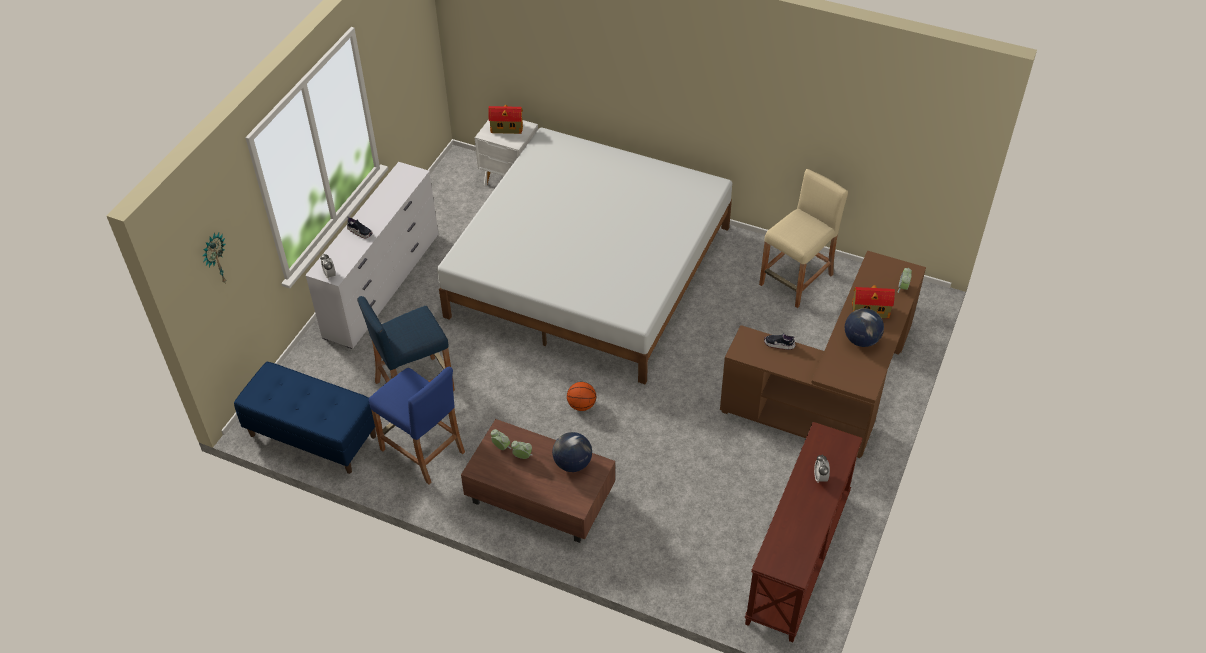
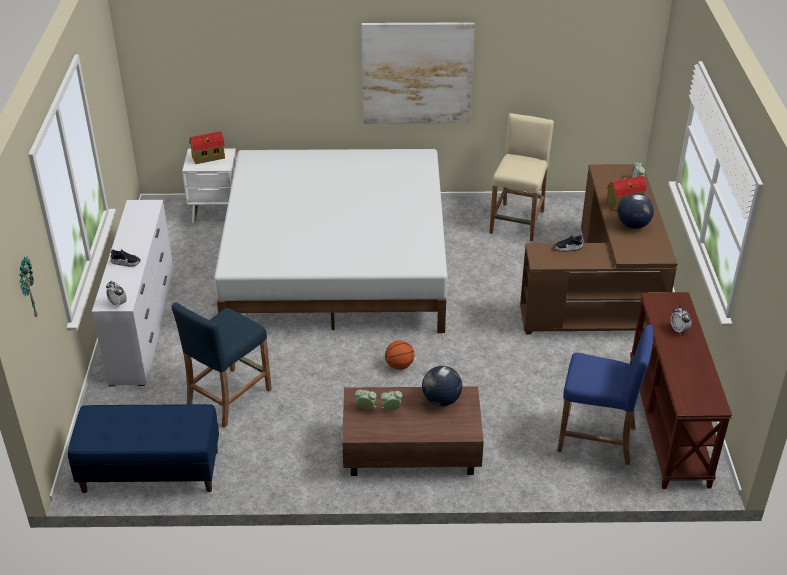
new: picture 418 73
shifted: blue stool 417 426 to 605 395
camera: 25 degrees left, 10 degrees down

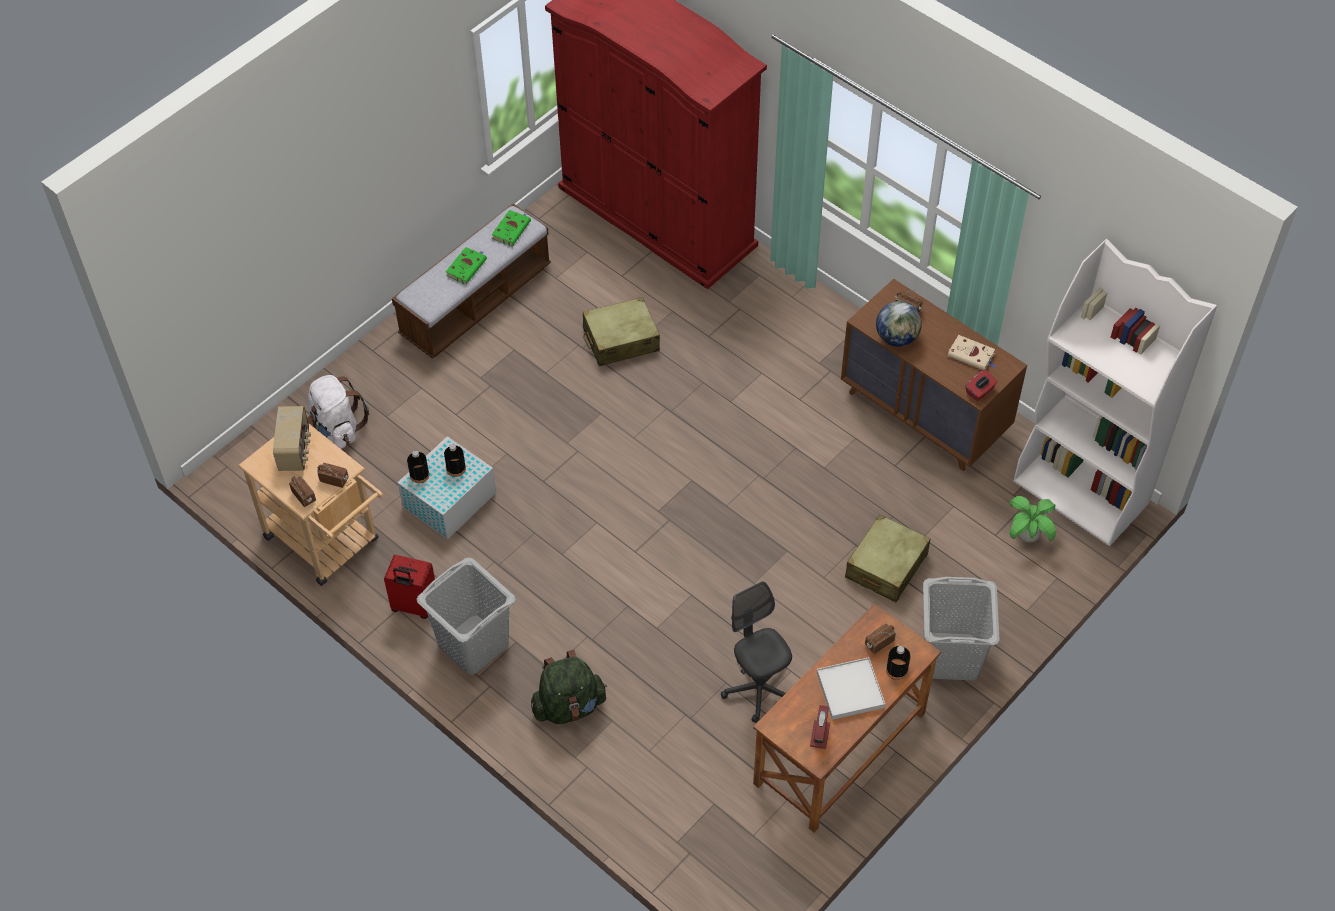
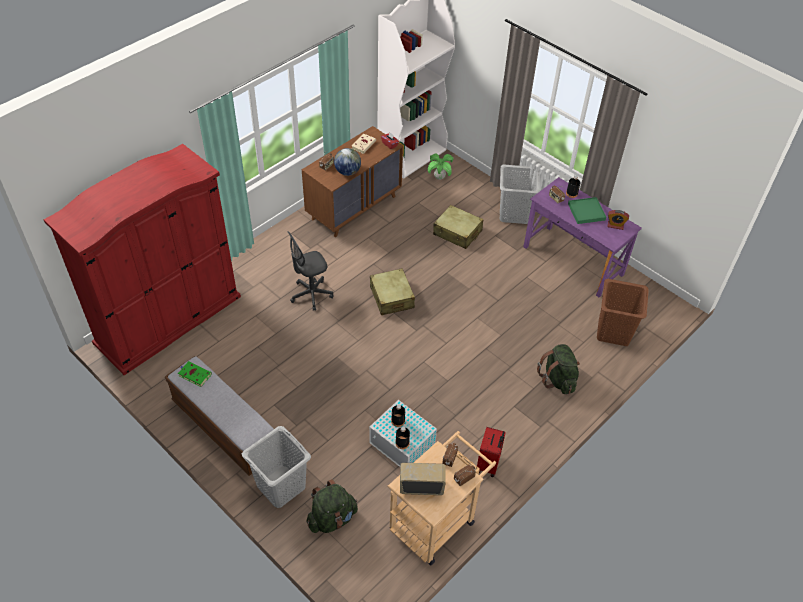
gone: green book 466 265
new: brown laundry basket 623 312
shifted: beige suitcase 621 331 to 392 291; grey laundry basket 466 616 to 276 467; grey office chair 756 652 to 310 271
repainted: white backpack 338 412 to green backpack 332 506; brown desk 847 717 to purple desk 582 237; white tray 851 688 to green tray 587 210
camera: 90 degrees left, 5 degrees down

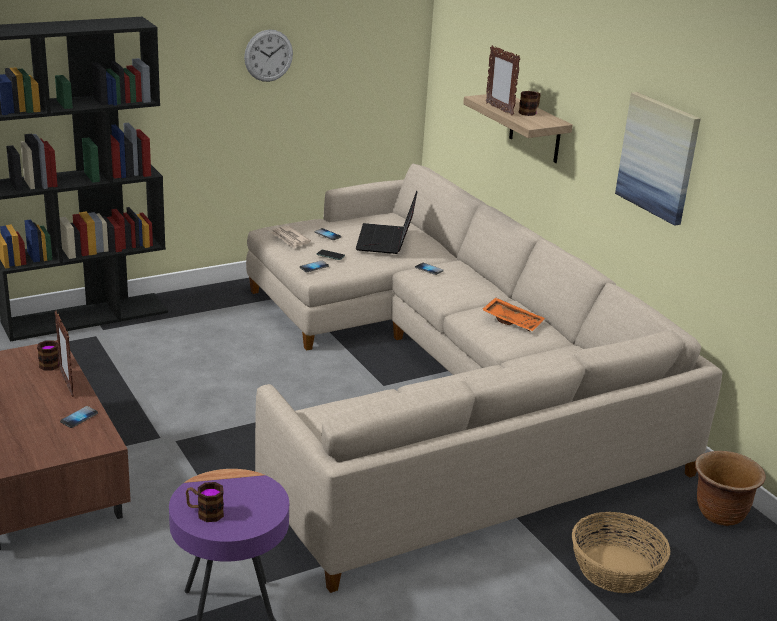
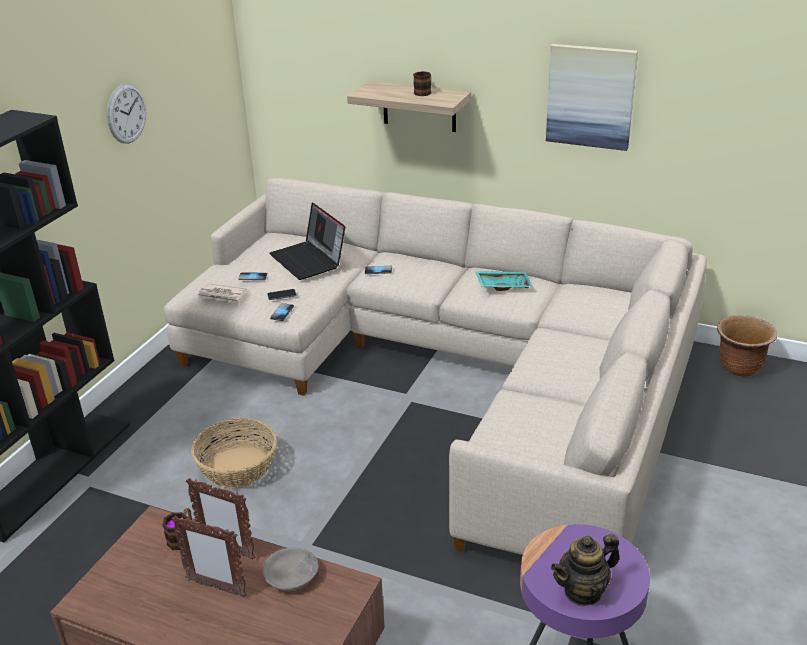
shifted: picture frame 503 80 to 209 556; basket 621 552 to 234 453
swapped: phone 79 417 to grey bowl 290 569; mug 205 502 to teapot 585 570
repainted: orange tray 513 314 to turquoise tray 504 281
camera: 35 degrees left, 5 degrees up

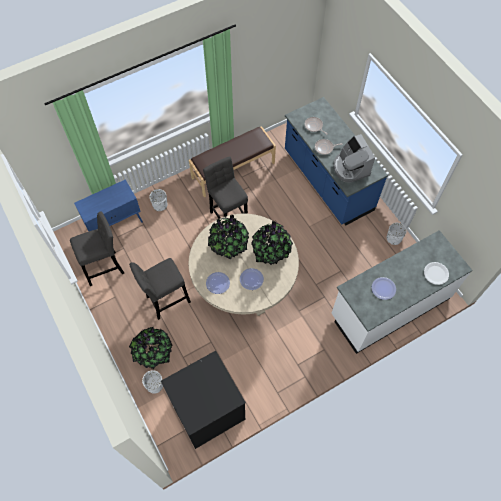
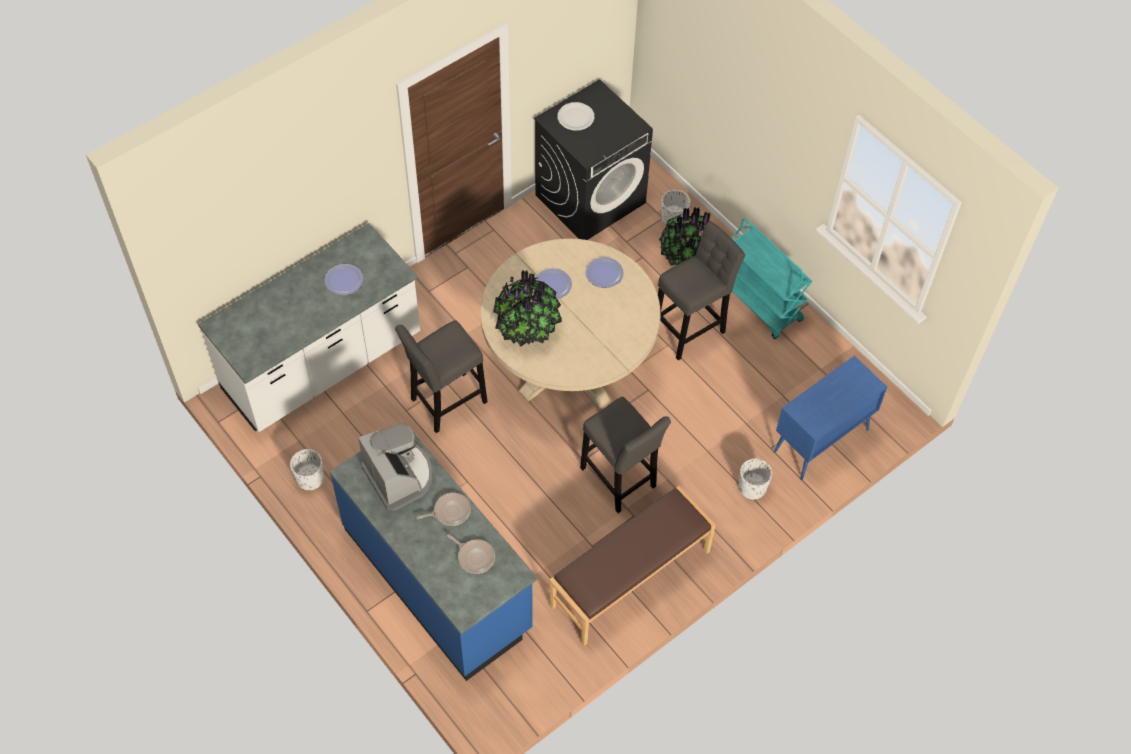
gone: potted plant 228 236
new: turquoise cart 771 278
shifted: grey stool 97 248 to 441 376; white plate 436 273 to 575 116
camera: 170 degrees right, 5 degrees down

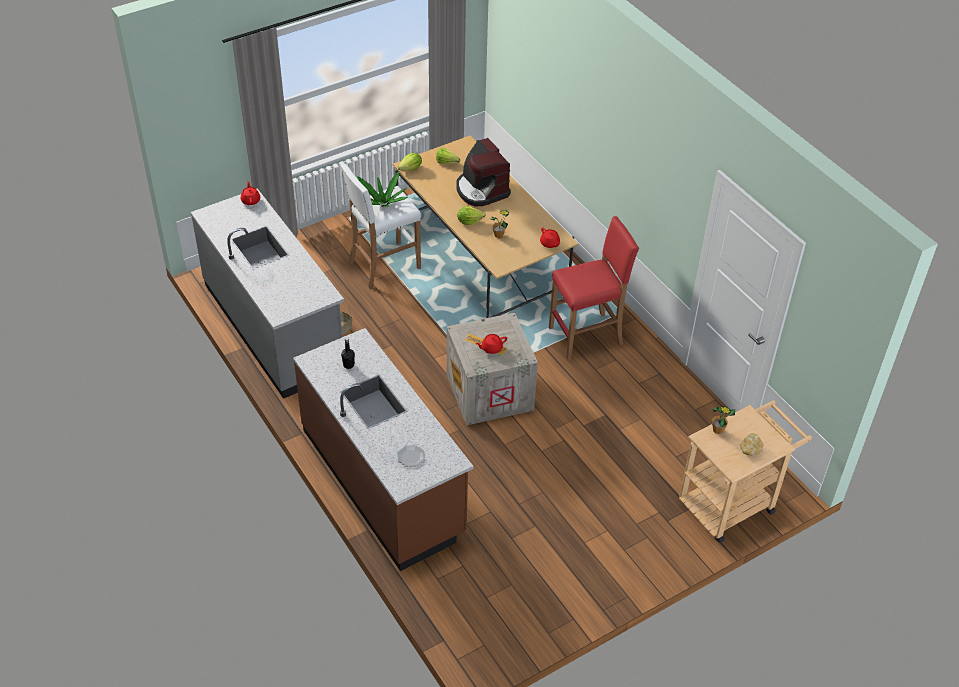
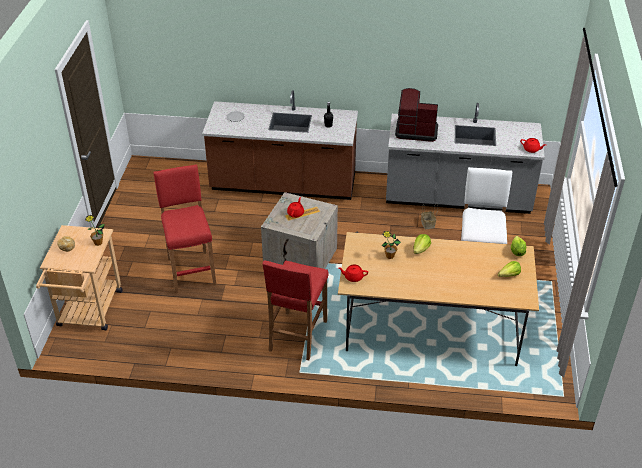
gone: potted plant 382 189
new: red stool 184 228
shifted: coffee machine 483 172 to 416 115
camera: 130 degrees right, 5 degrees down

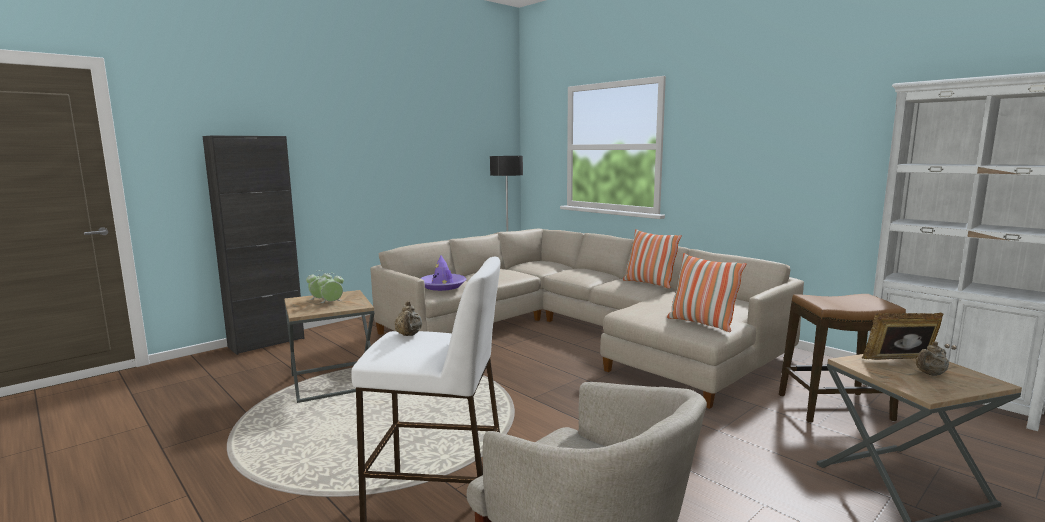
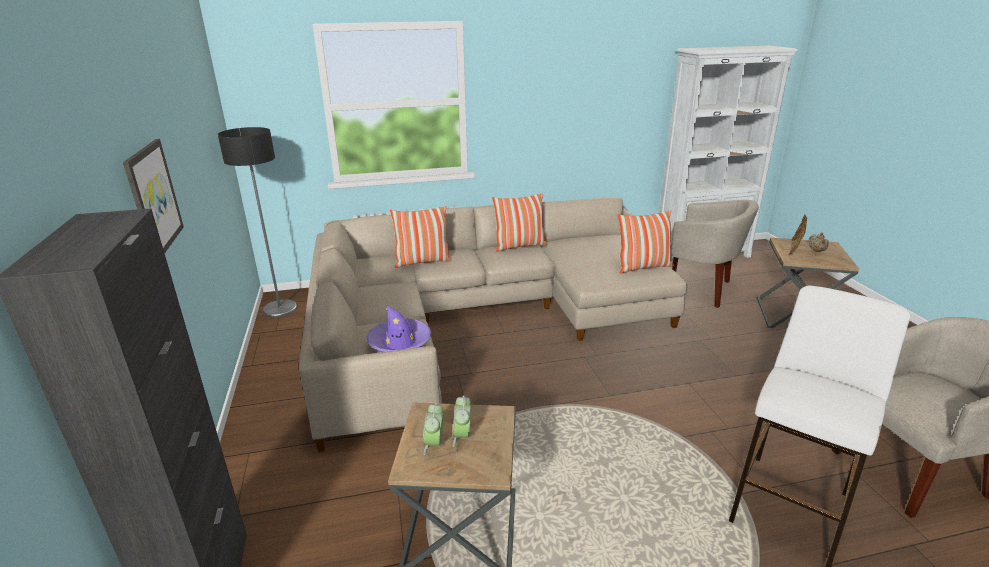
gone: beige teapot 408 318
new: picture 153 196; pillow 421 237
swapped: stool 842 358 to beige armchair 714 254
camera: 60 degrees left, 15 degrees up

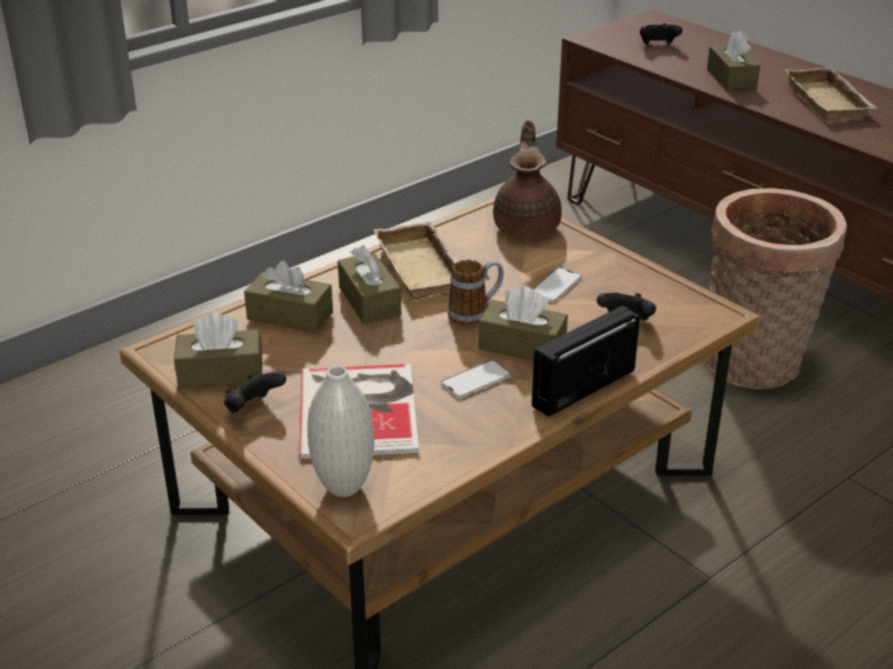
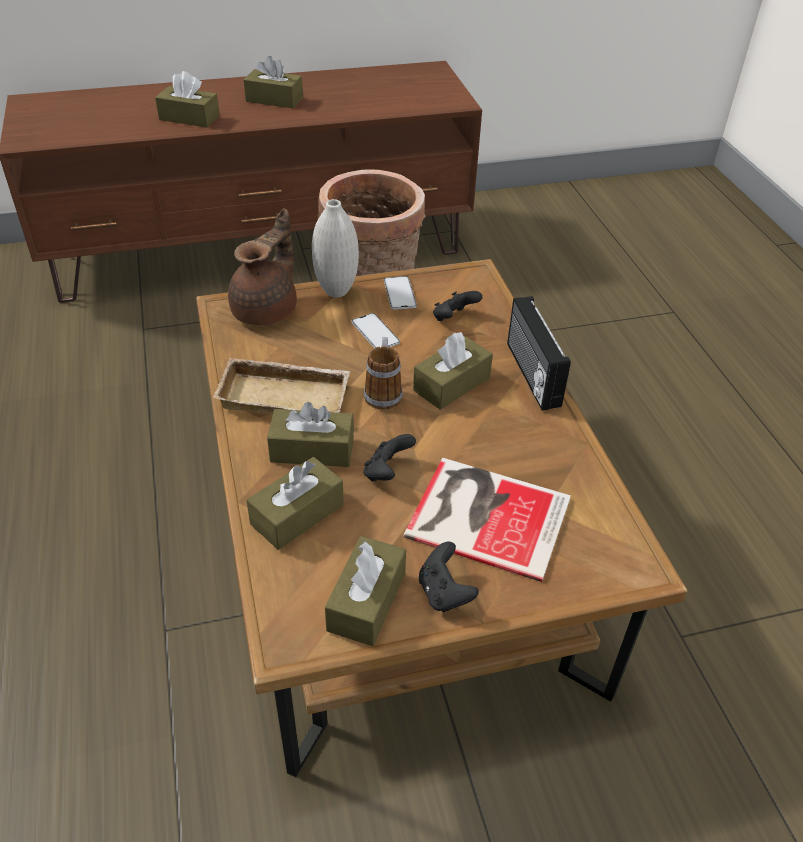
shifted: black game controller 661 33 to 390 458; phone 476 379 to 400 293; white vase 340 431 to 335 248
swapped: beige tray 831 94 to brown tissue box 273 82
rotated: brown teapot 527 178 = 262 266 90 degrees clockwise
camera: 65 degrees left, 10 degrees up

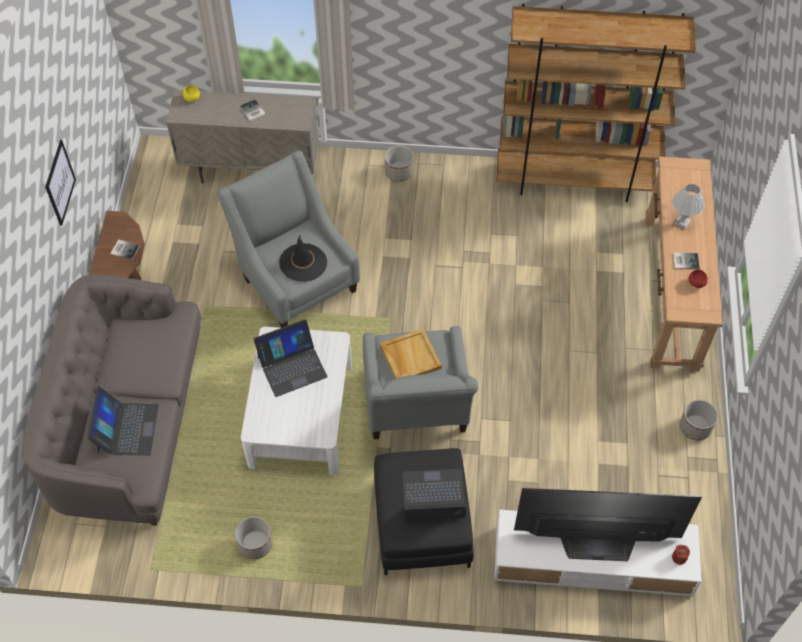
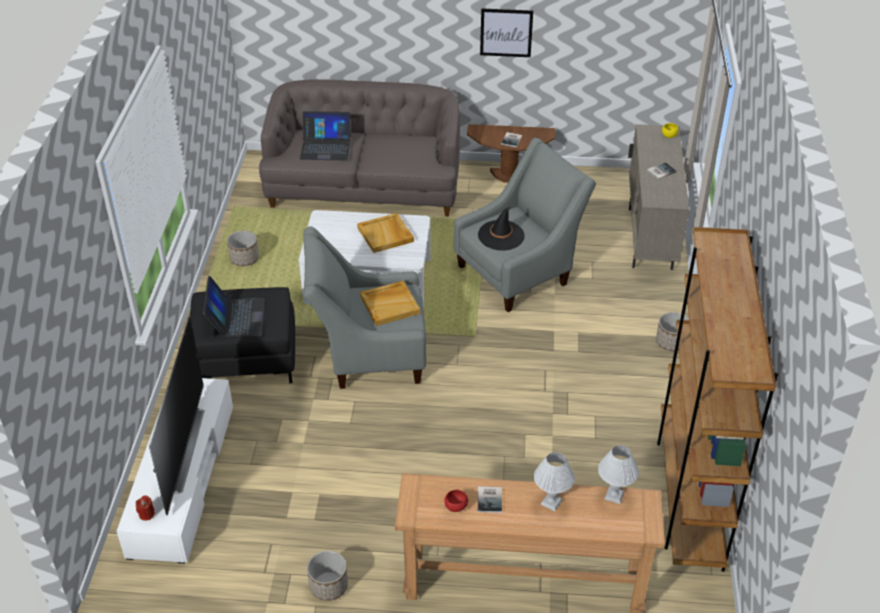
new: white table lamp 618 474
swapped: laptop 291 358 to beige tray 385 233
camera: 90 degrees right, 15 degrees down

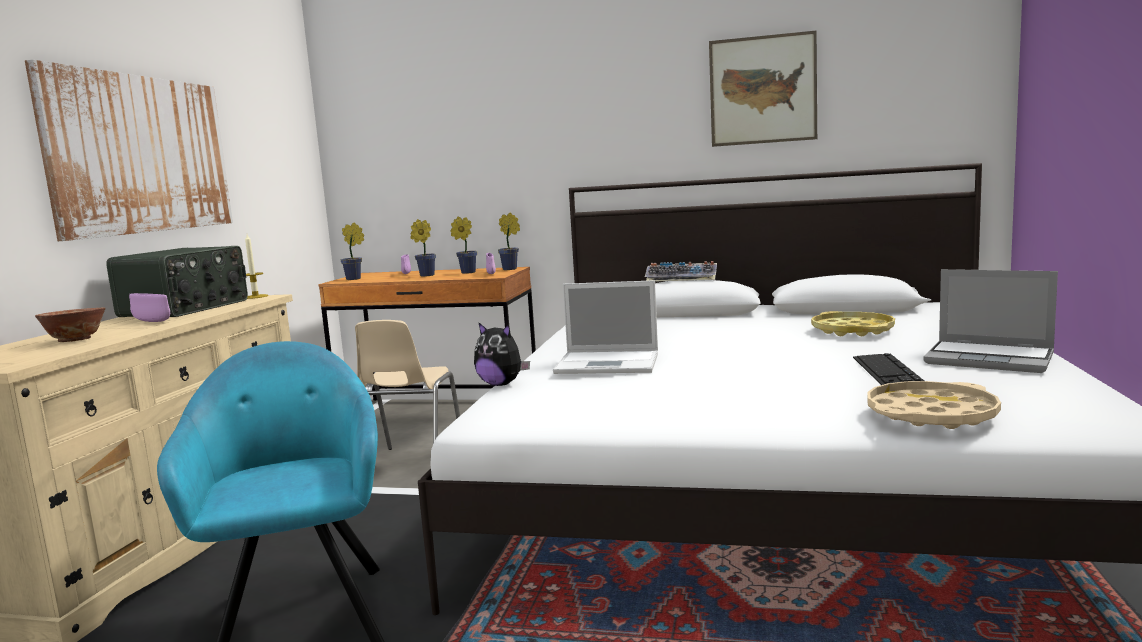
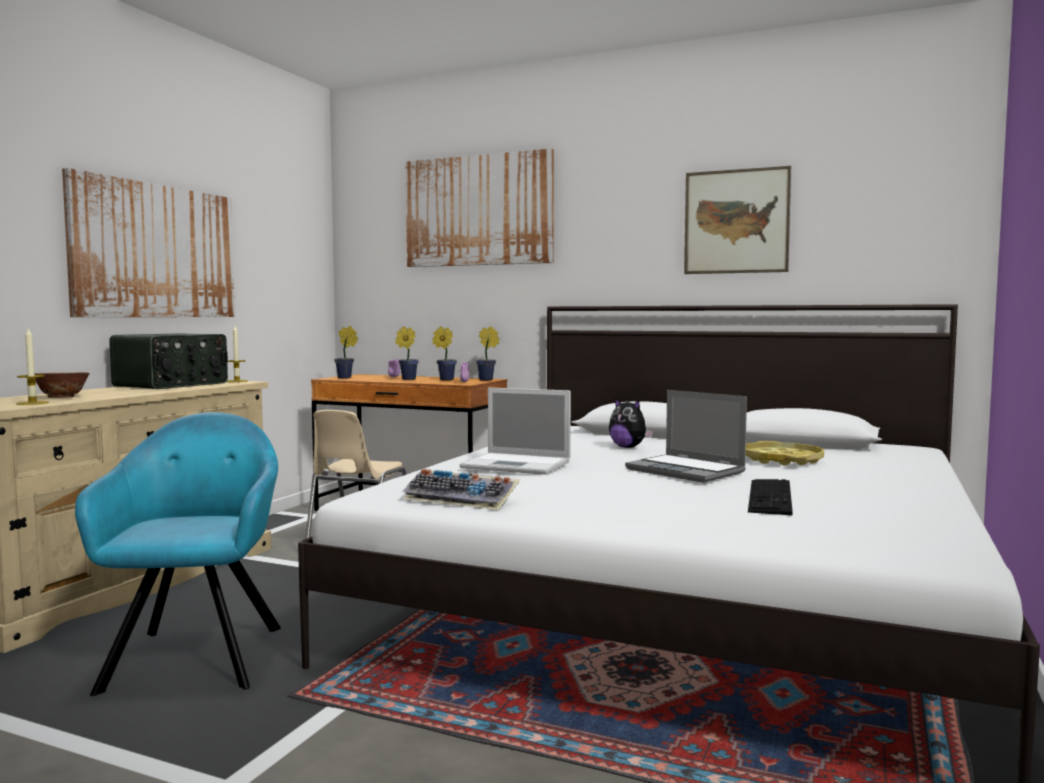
gone: purple bowl 149 307; beige tray 934 405
new: picture 480 208; candle 32 366
shifted: keyboard 681 271 to 460 489; laptop 990 321 to 686 436; plush toy 502 354 to 631 423
camera: 10 degrees right, 5 degrees down

